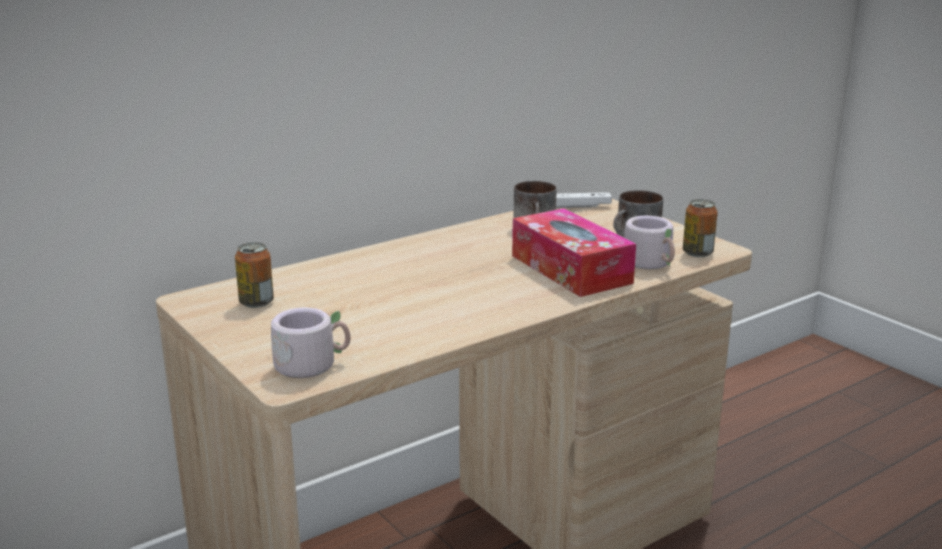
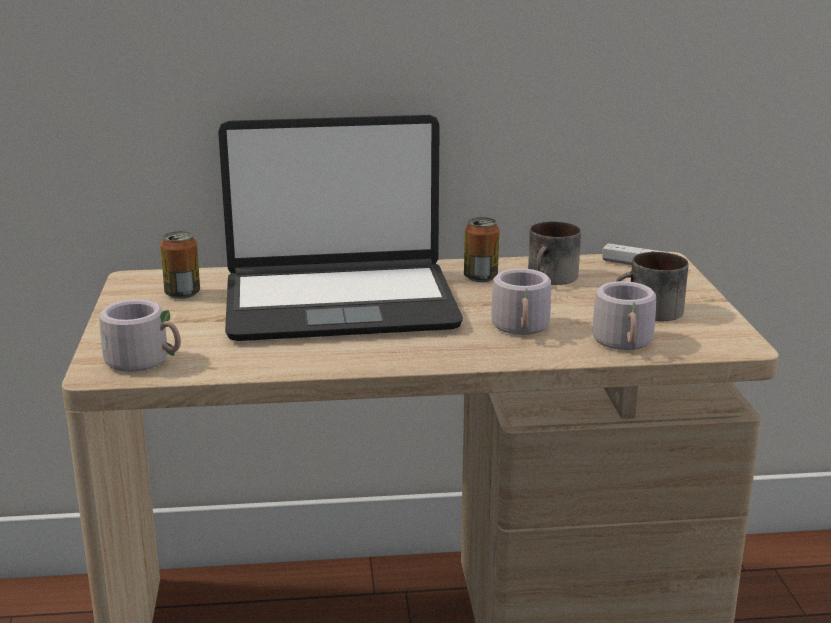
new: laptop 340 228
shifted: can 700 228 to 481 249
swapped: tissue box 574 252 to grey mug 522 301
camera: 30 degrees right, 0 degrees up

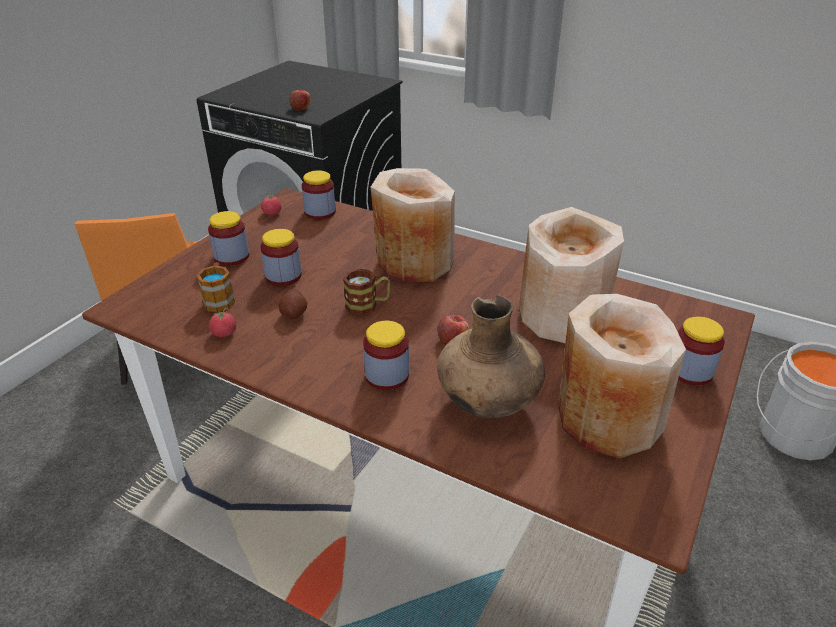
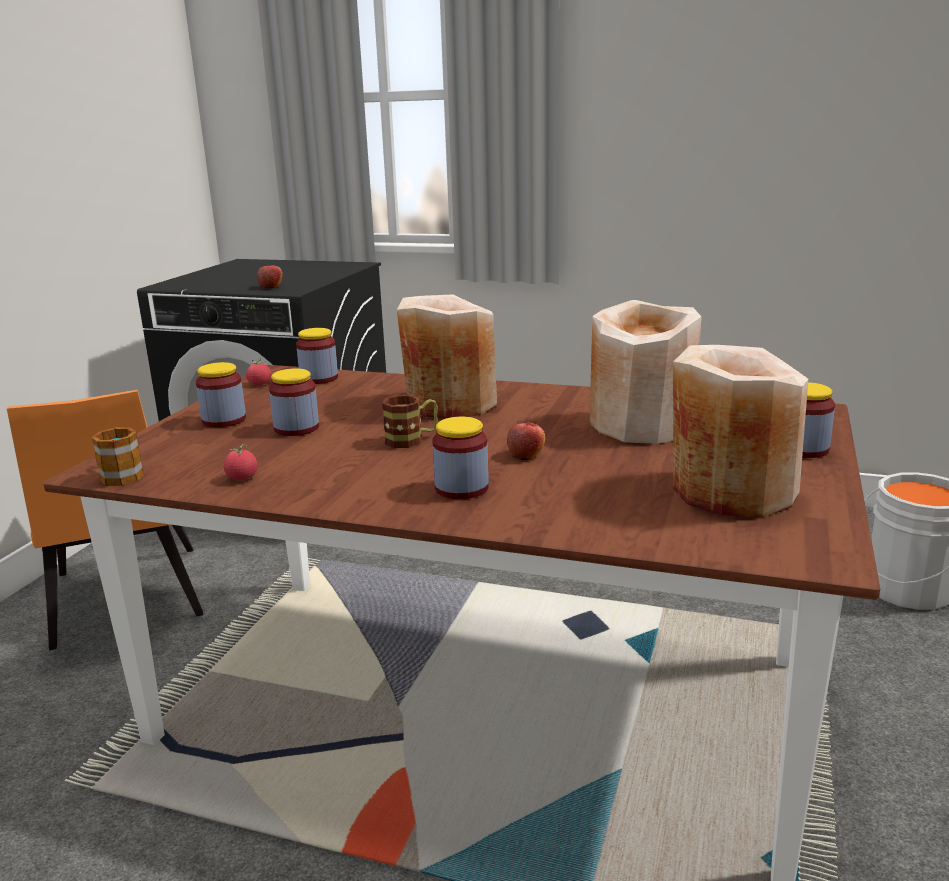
gone: potato 293 304; brown vase 491 356
shifted: mug 215 287 to 117 456
camera: 10 degrees left, 15 degrees down

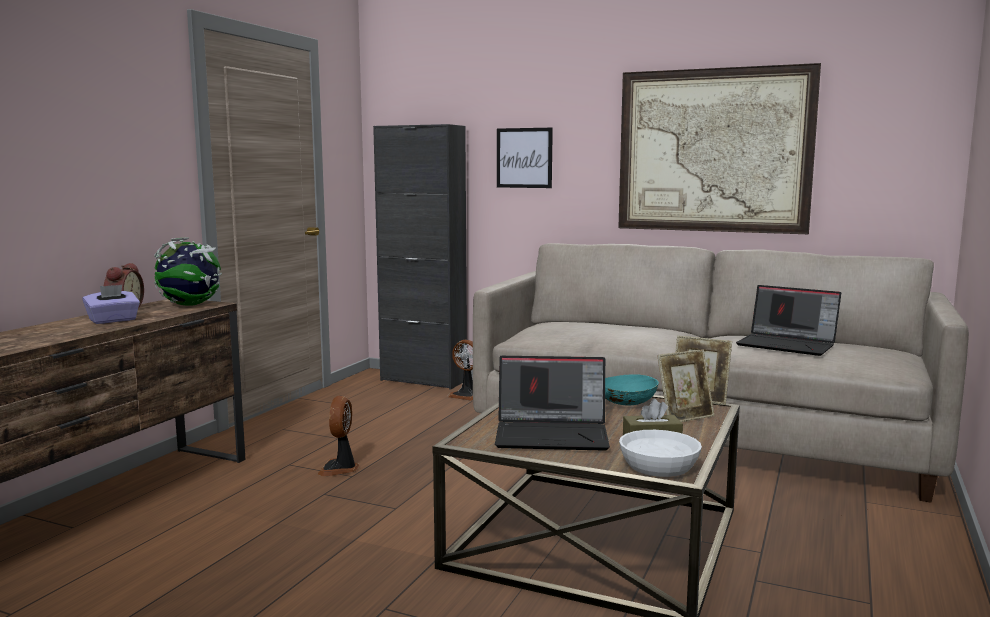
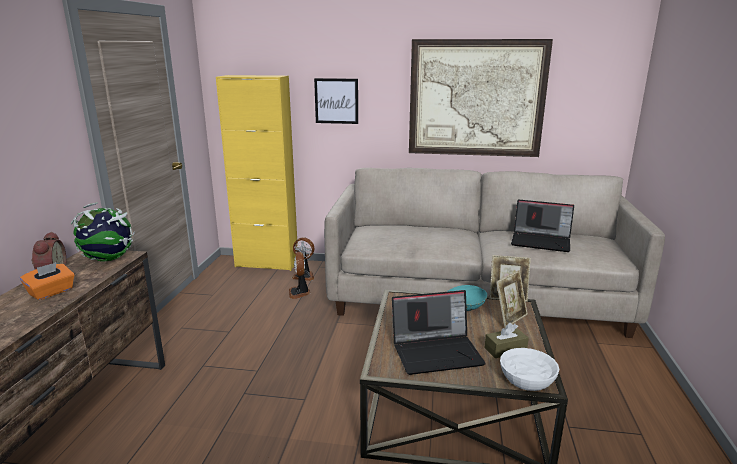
shifted: fan 338 436 to 299 275
repainted: black cabinet 420 256 to yellow cabinet 257 173; purple tissue box 111 304 to orange tissue box 47 281
camera: 15 degrees left, 10 degrees up

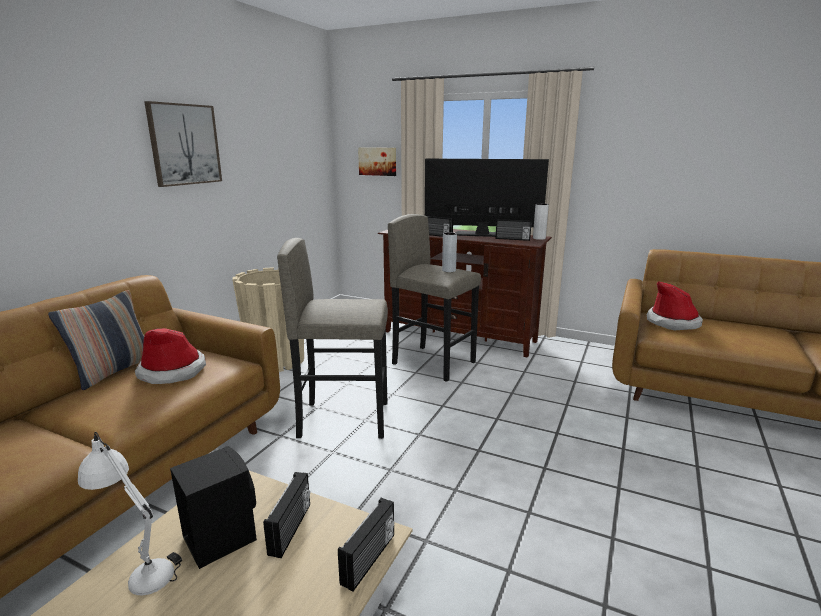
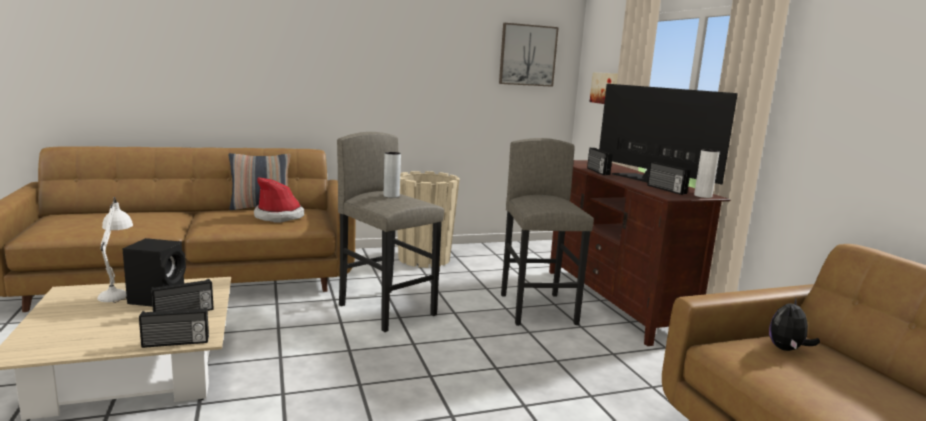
shifted: picture 183 144 to 529 55; grey vase 449 252 to 392 175
swapped: hat 675 305 to plush toy 794 324
camera: 45 degrees right, 5 degrees down

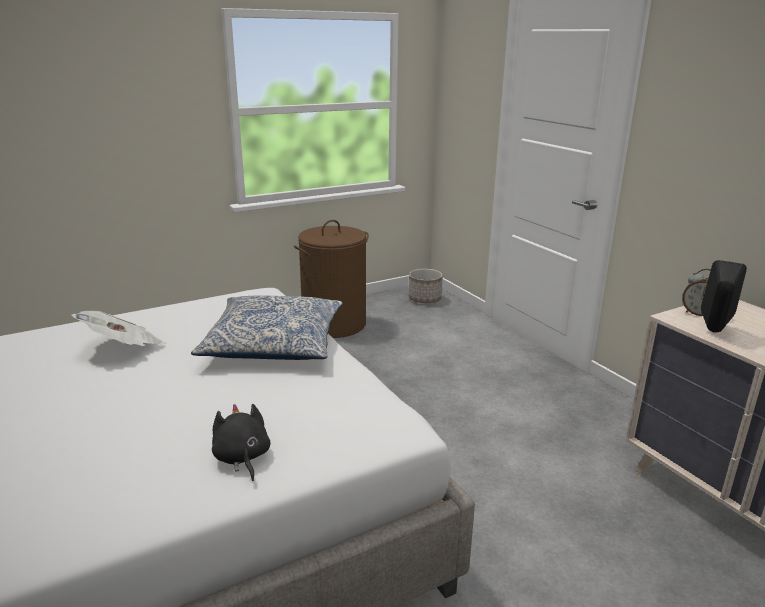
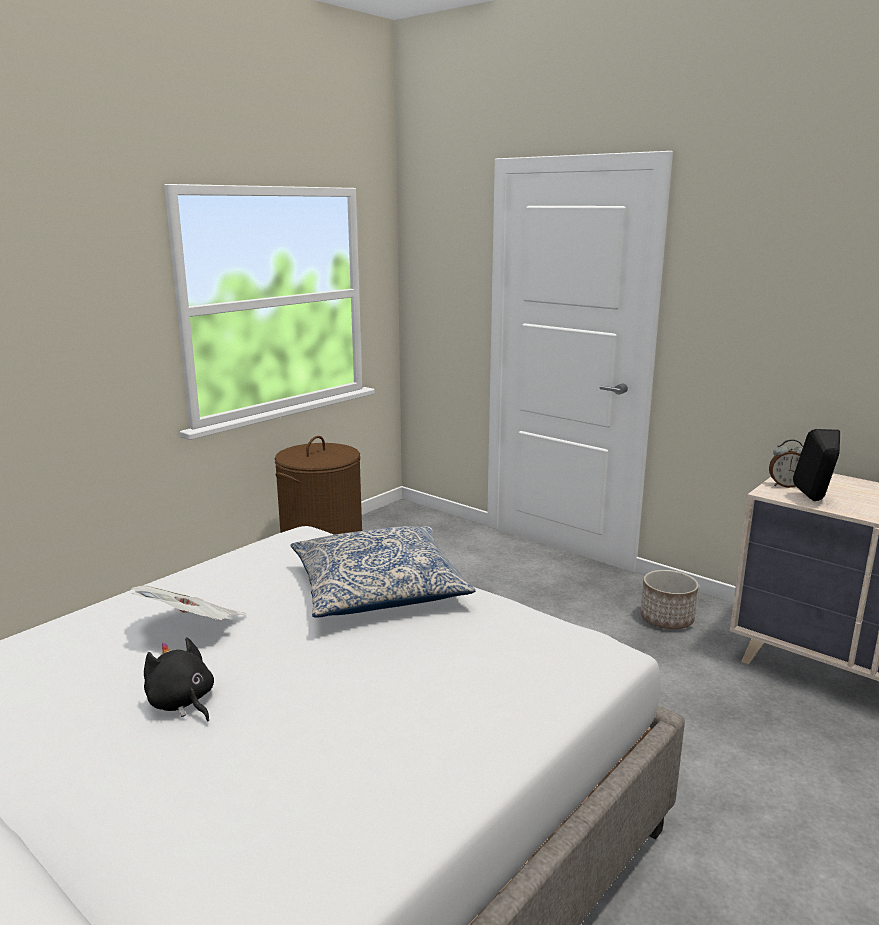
shifted: planter 426 286 to 670 599; black plush toy 241 442 to 179 679
camera: 20 degrees left, 5 degrees down

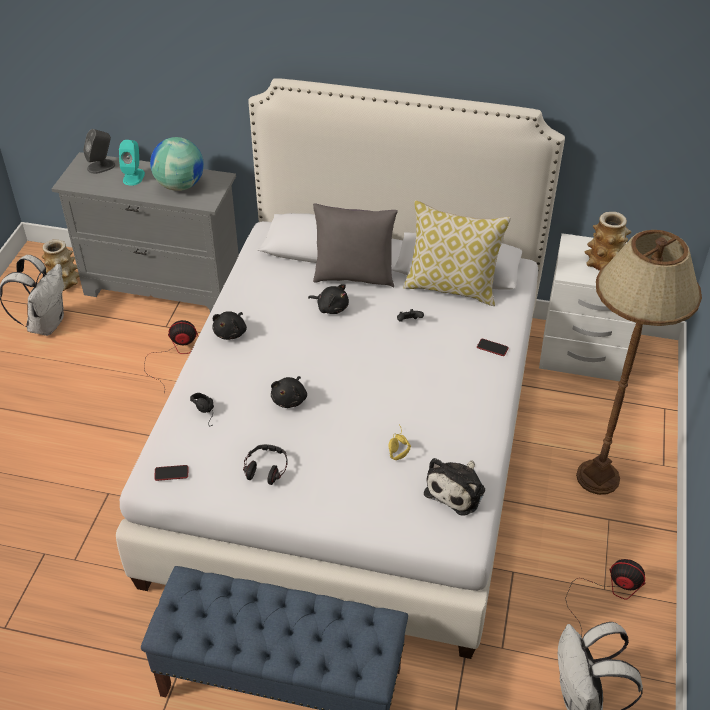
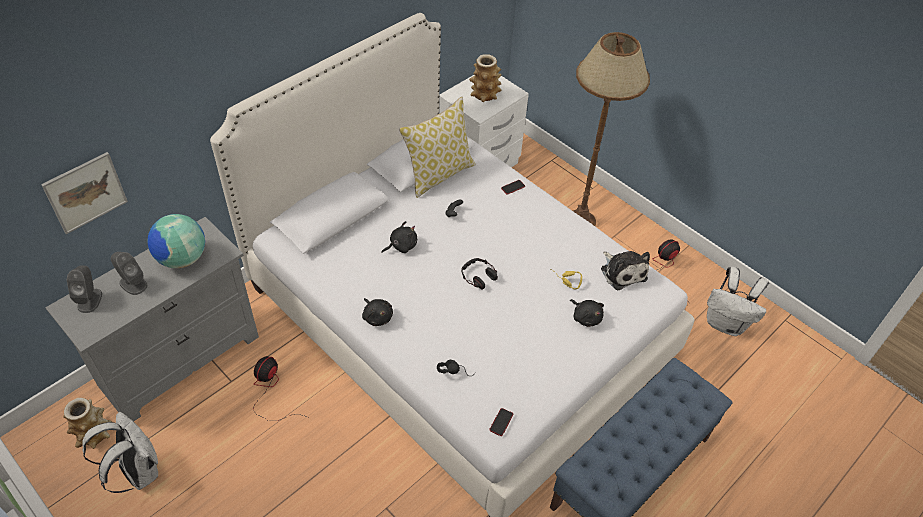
gone: grey pillow 355 245
new: picture 84 193
shifted: black plush toy 289 392 to 587 313; headphones 265 464 to 479 274
repainted: turquoise speaker 132 163 to grey speaker 129 273
camera: 60 degrees left, 5 degrees up

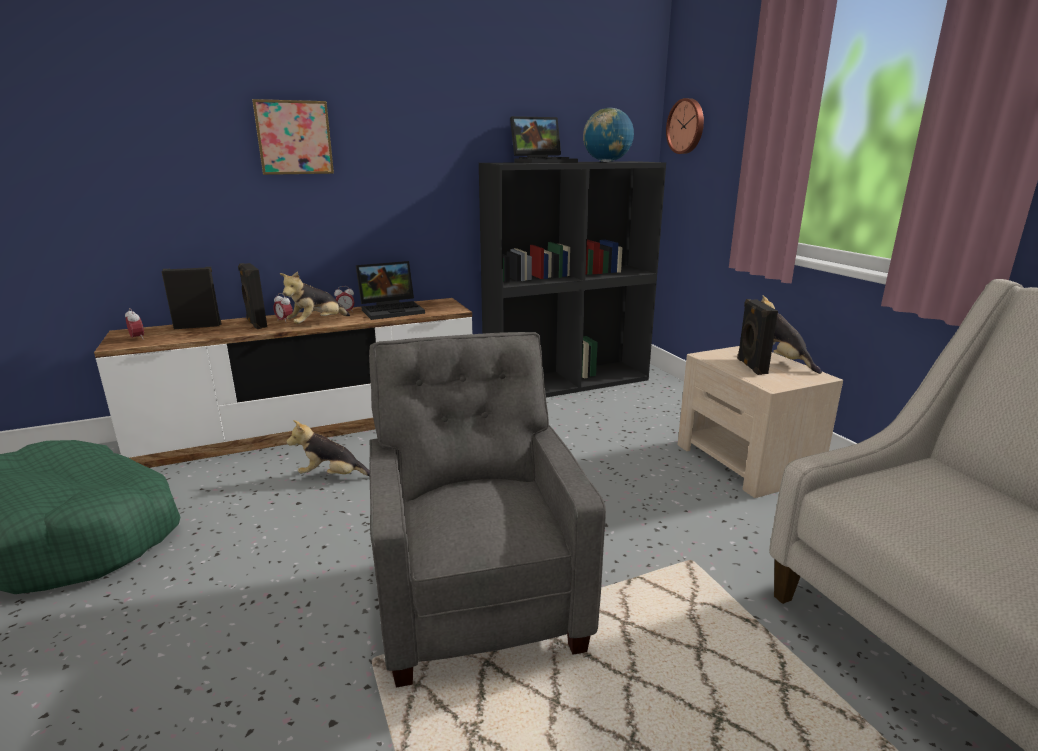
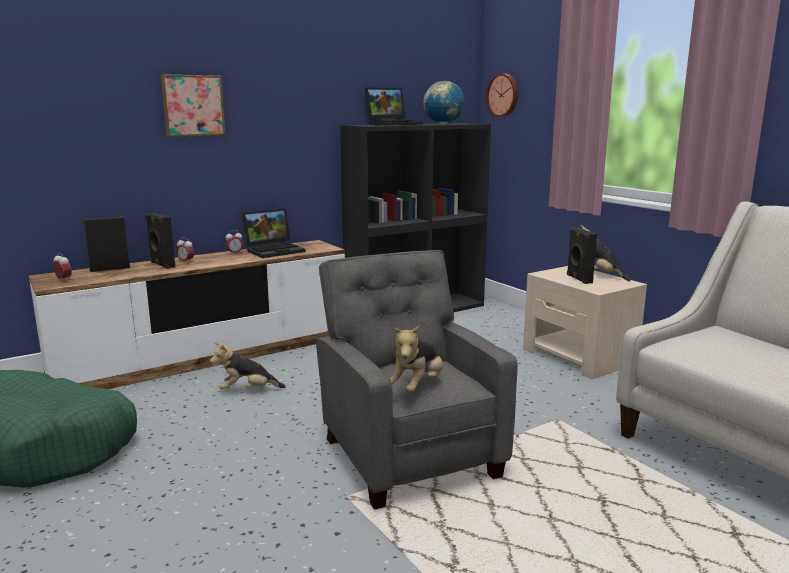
shifted: plush toy 315 297 to 416 358
camera: 10 degrees left, 5 degrees down

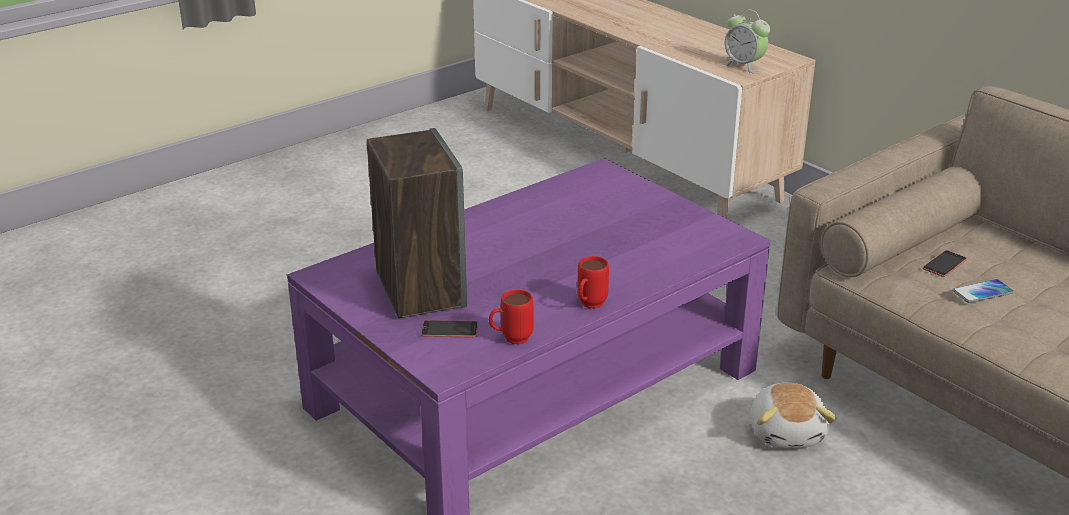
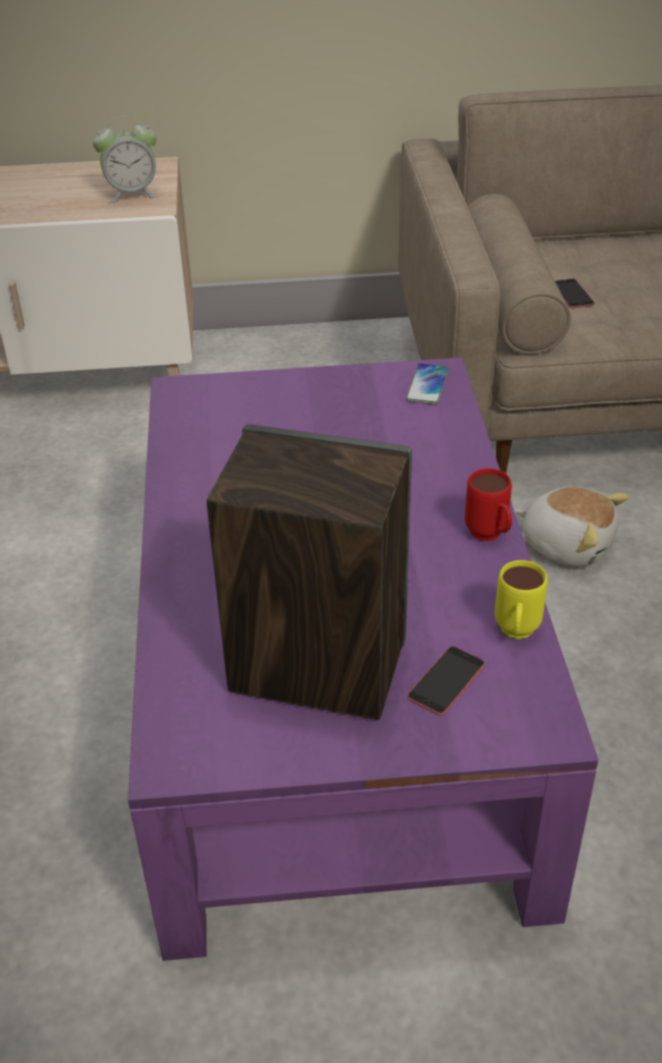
shifted: phone 983 291 to 427 384
repainted: red mug 511 317 to yellow mug 521 599
camera: 55 degrees left, 10 degrees up

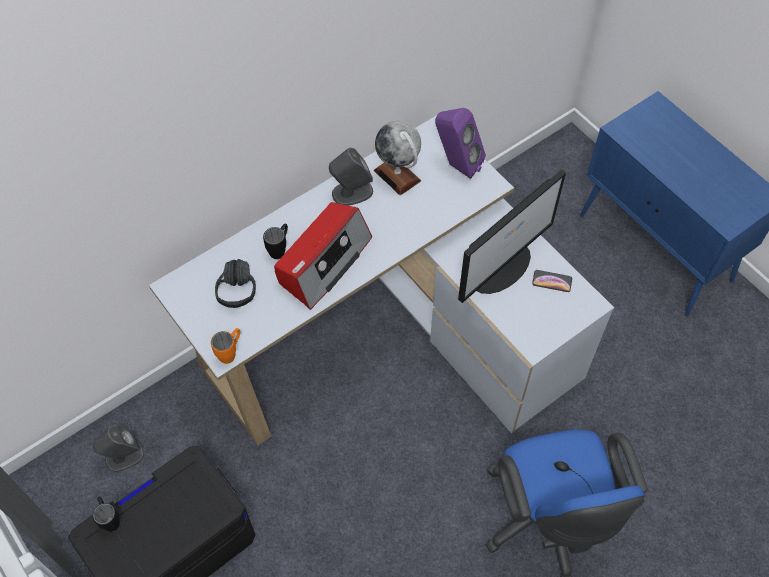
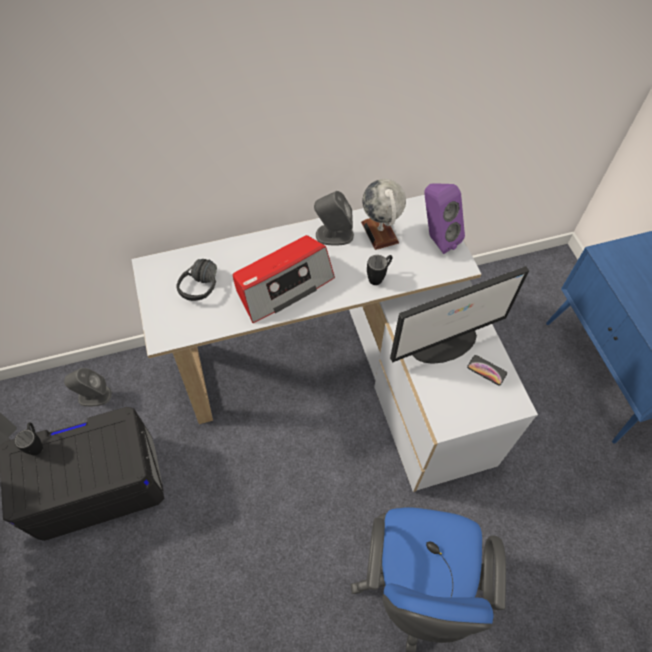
gone: orange mug 225 346
shifted: black mug 275 241 to 380 270
camera: 20 degrees right, 0 degrees up

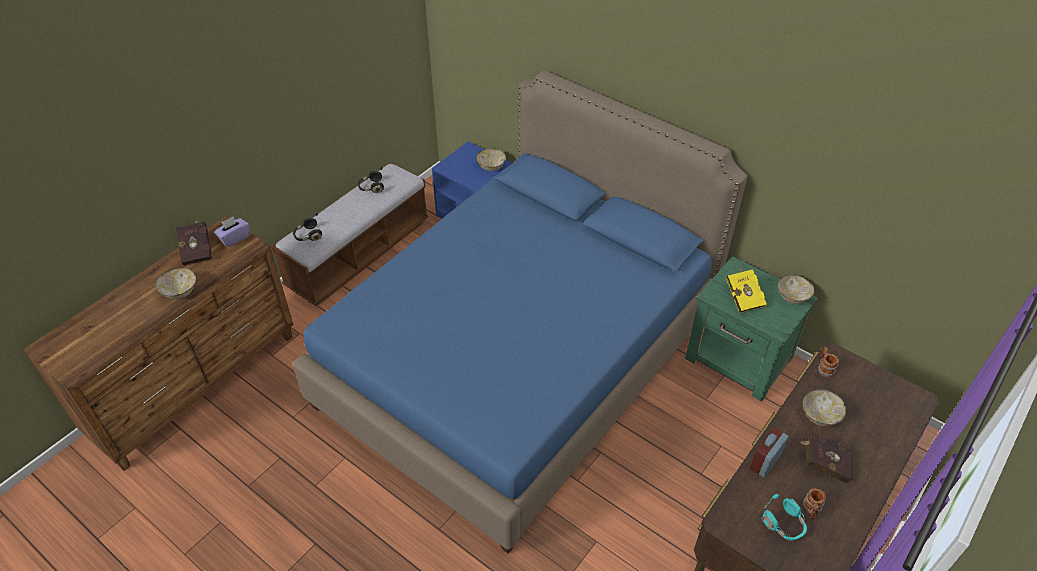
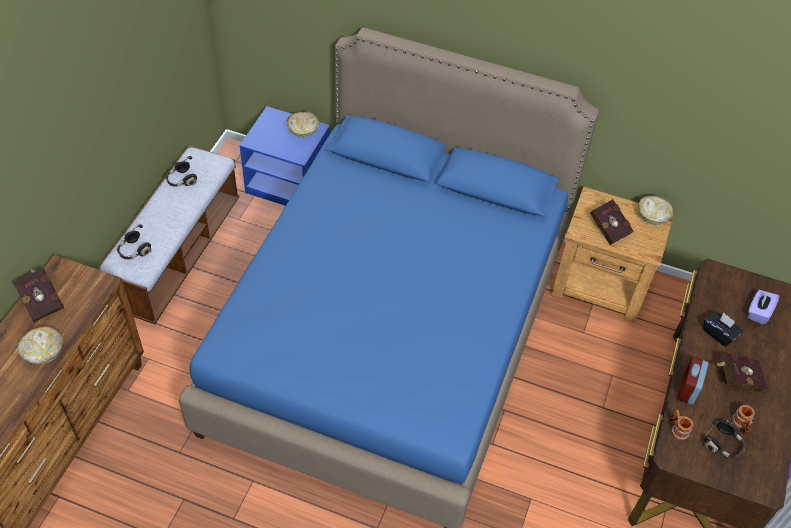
shifted: purple tissue box 231 231 to 763 307; mug 828 362 to 682 425
swapped: bowl 824 407 to black tissue box 723 328
repainted: green nightstand 751 329 to brown nightstand 612 254; yellow book 746 290 to red book 612 222; turquoise headphones 784 517 to black headphones 725 438
camera: 20 degrees left, 5 degrees up

